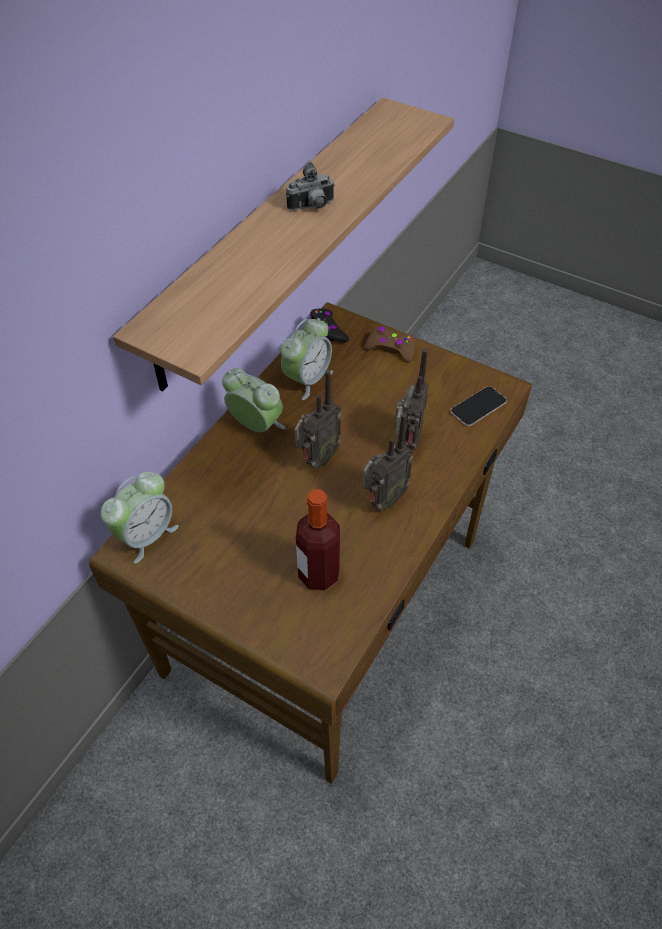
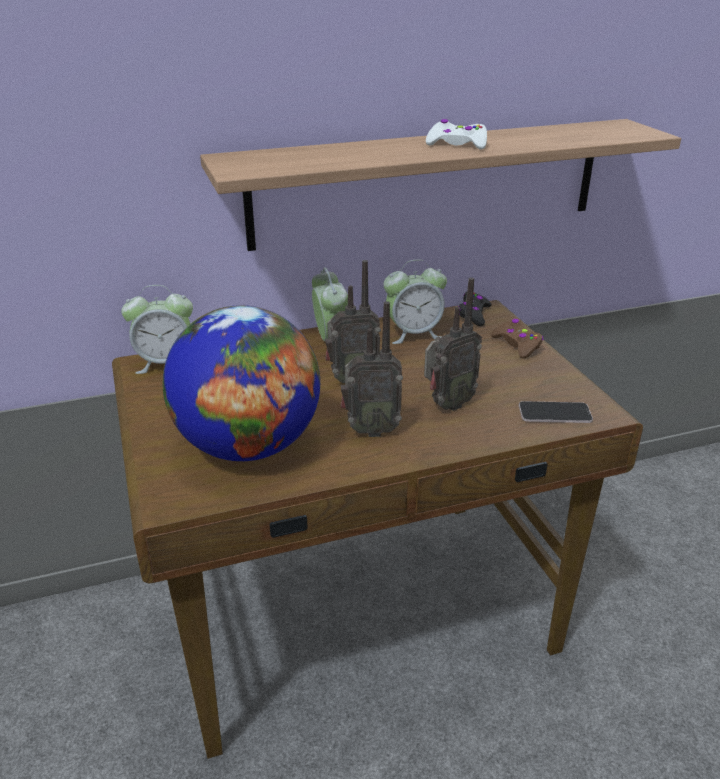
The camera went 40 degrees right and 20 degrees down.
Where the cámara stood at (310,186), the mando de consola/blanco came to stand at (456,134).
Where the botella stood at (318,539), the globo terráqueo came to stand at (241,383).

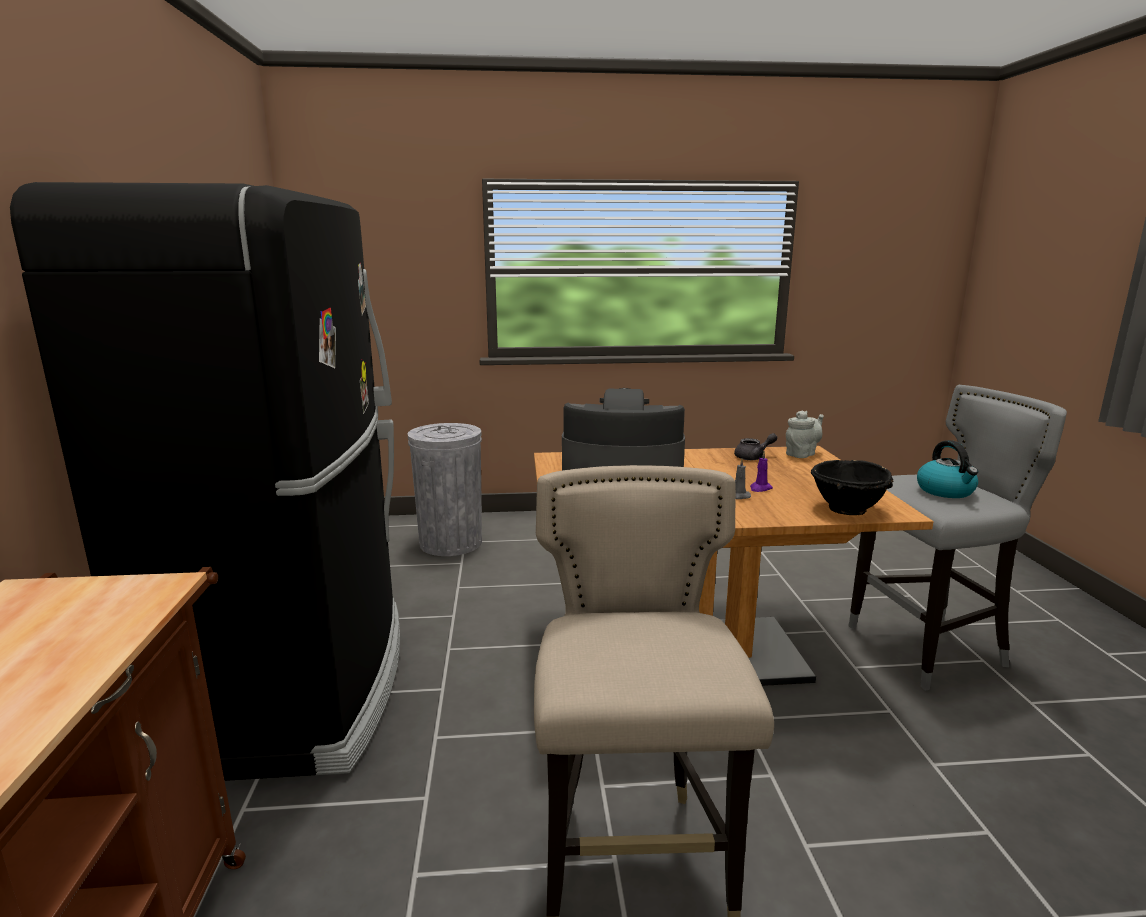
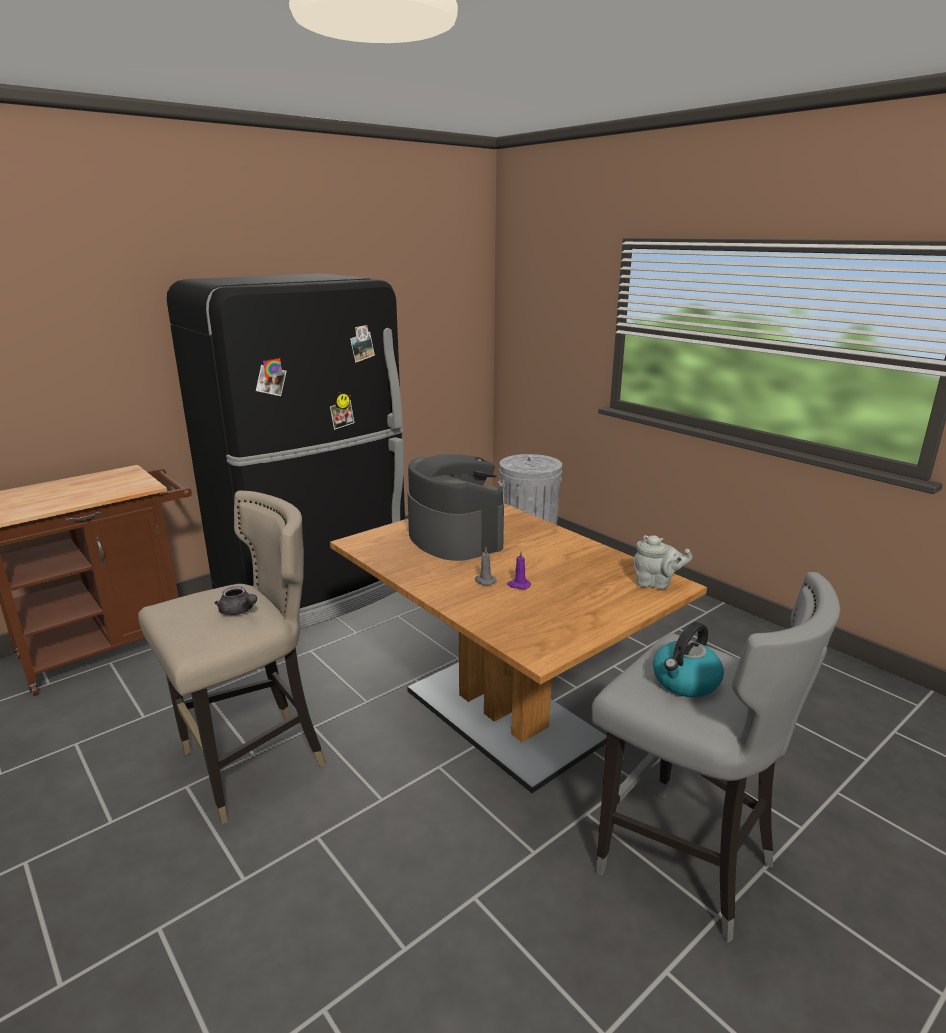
The camera went 55 degrees right and 5 degrees up.
The second view lost the cuenco/negro at (852,487).
The tetera/gris ended up elsewhere, having gone from (755,446) to (236,600).

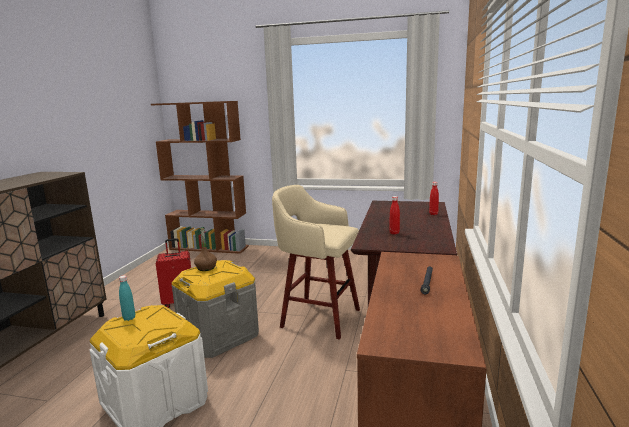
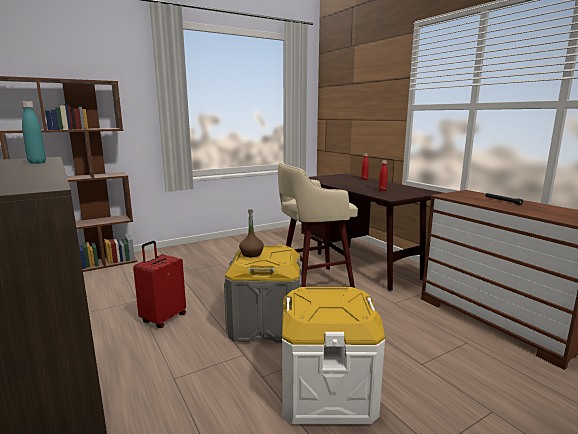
The camera went 45 degrees left and 0 degrees up.
The botella/turquesa ended up elsewhere, having gone from (127,298) to (34,132).

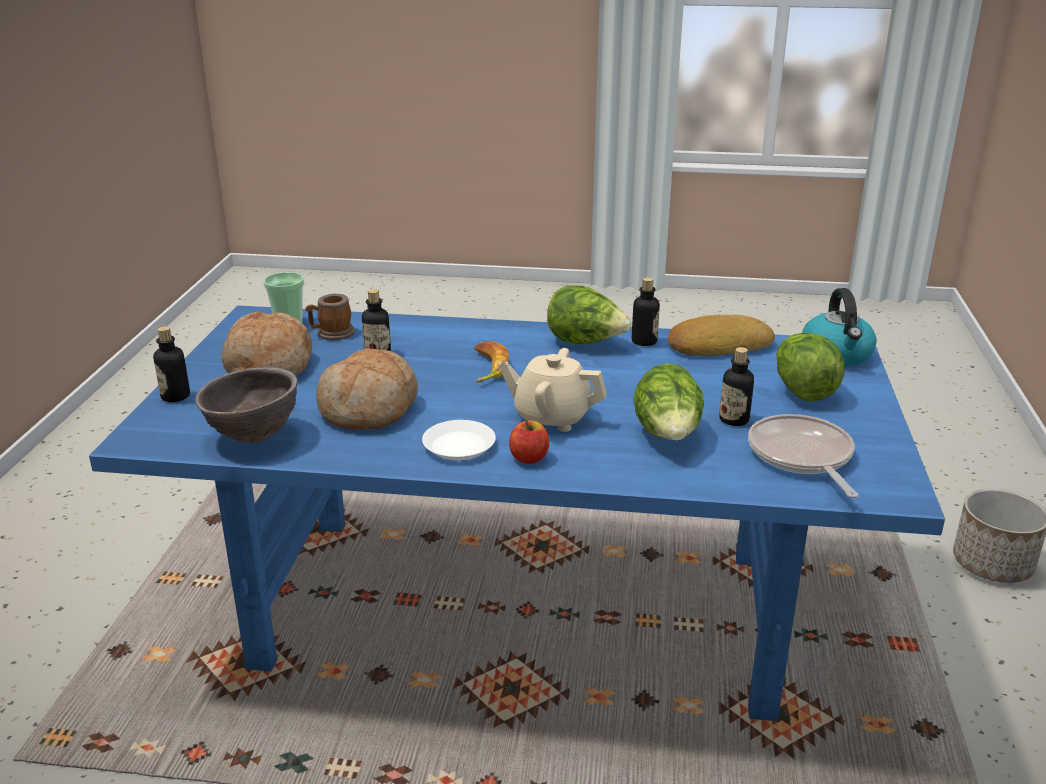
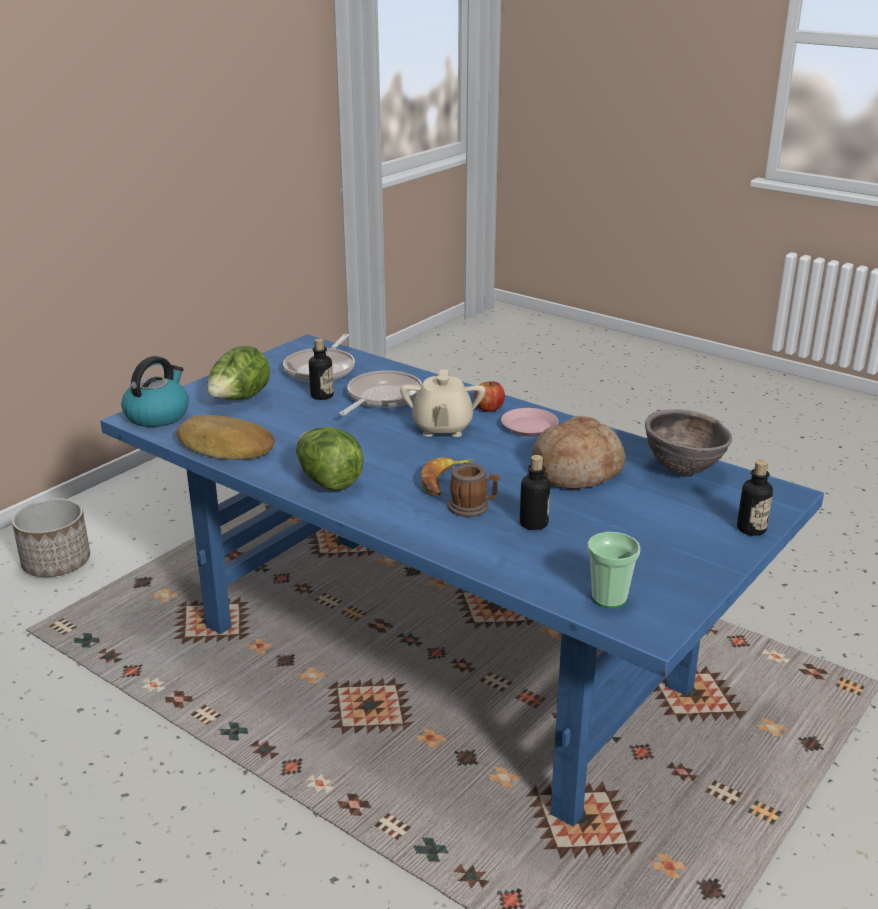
The camera went 150 degrees left and 0 degrees up.
The second view lost the pan at (266,344).
The second view lost the botella at (646,311).
The taza grande ended up elsewhere, having gone from (330,317) to (474,490).
Where the lechuga stood at (669,402), the sartén came to stand at (380,393).
What was the plato/blanco at (459,440) turned into the plato/rosa at (529,422).
The tetera/beis at (552,390) ended up facing another way, 45 degrees clockwise from before.

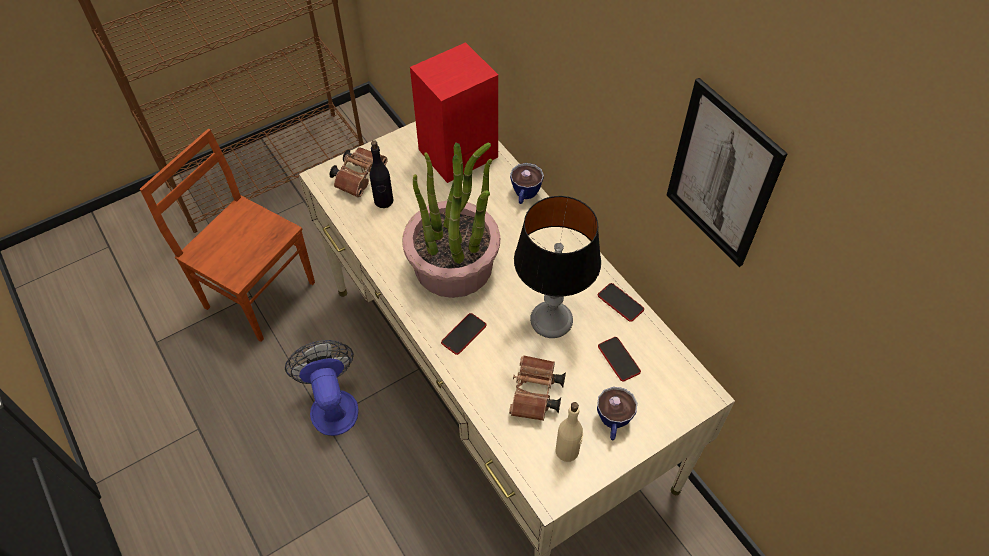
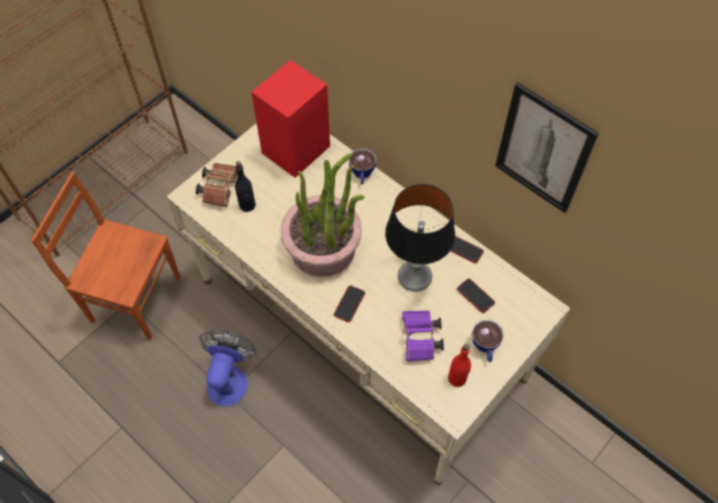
The camera went 15 degrees left and 5 degrees up.
What was the prismáticos/marrón at (537,388) turned into the prismáticos/morado at (423,336).
What was the botella/beis at (569,432) turned into the botella/rojo at (459,365).
The ventilador at (322,388) ended up facing another way, 45 degrees clockwise from before.

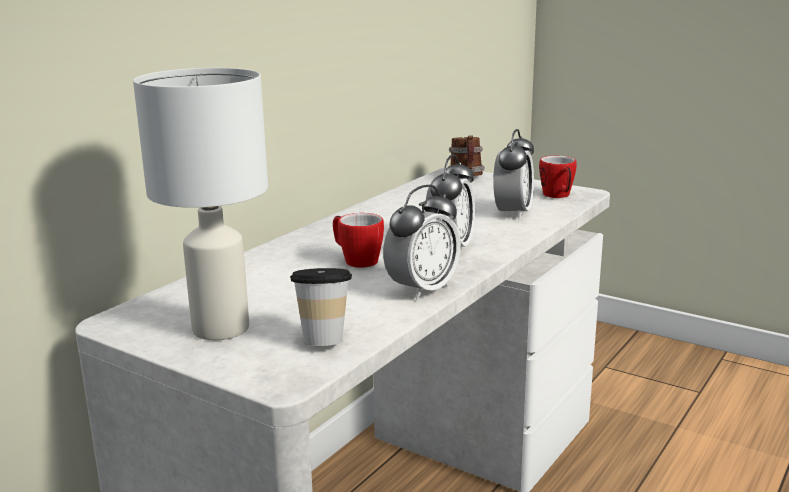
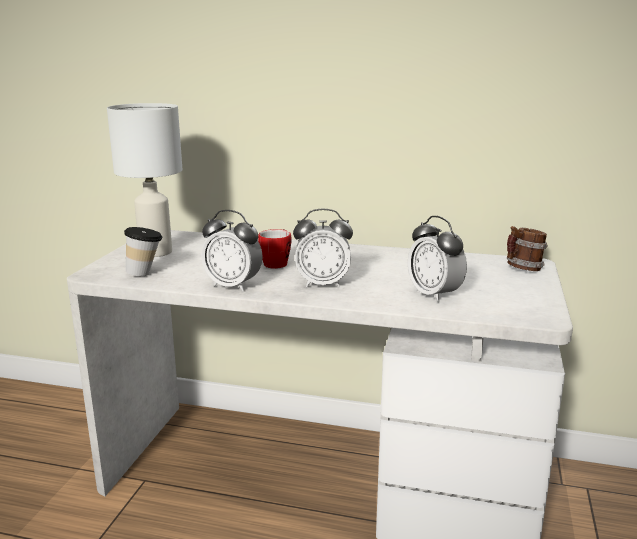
The camera went 70 degrees right and 0 degrees up.
The second view lost the taza grande at (558,177).
The despertador at (513,174) ended up facing another way, 60 degrees clockwise from before.

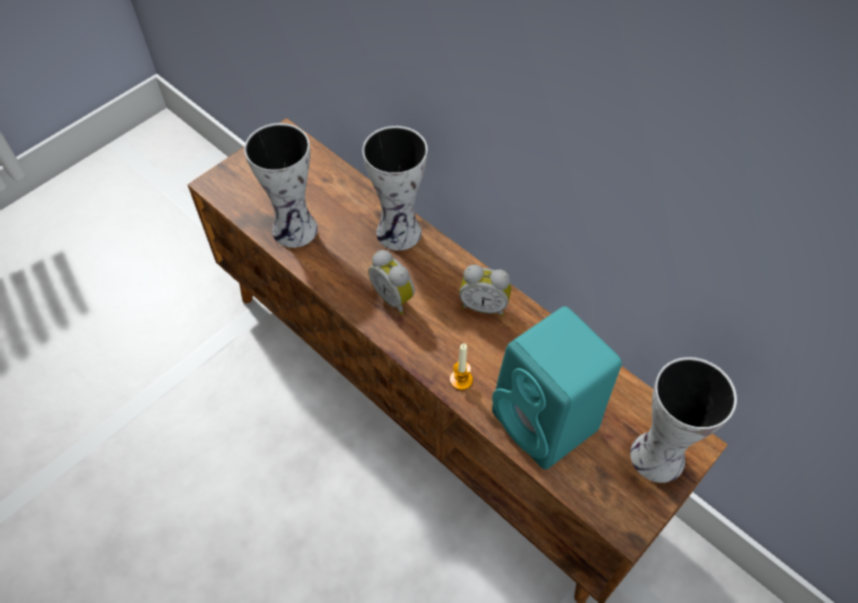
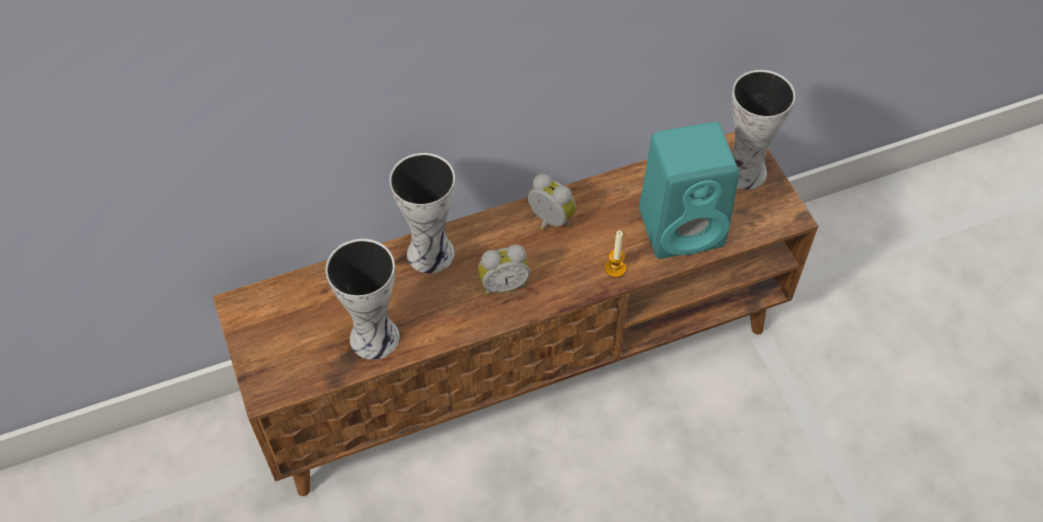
The camera went 65 degrees left and 0 degrees up.
The despertador at (485,290) ended up facing another way, 90 degrees counterclockwise from before.

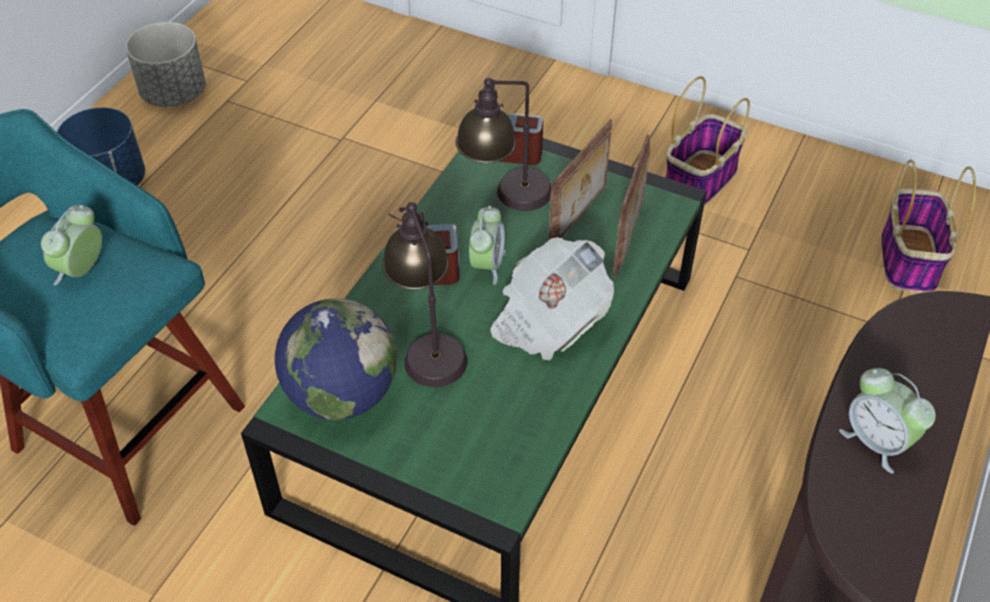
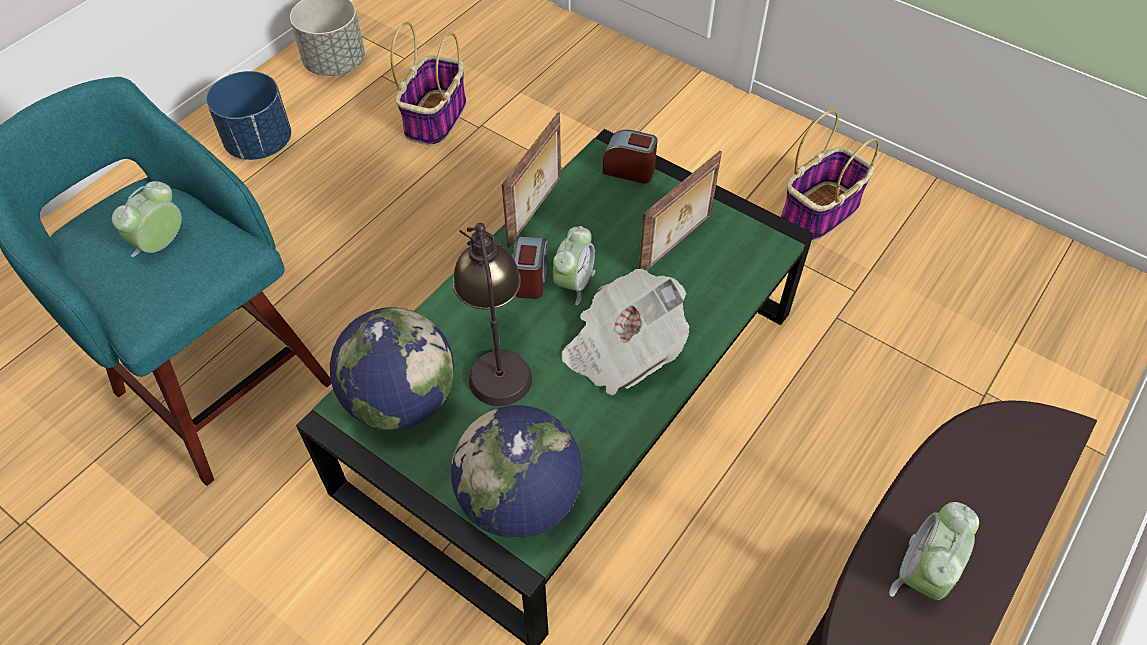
The camera went 10 degrees right and 5 degrees up.
The second view lost the lámpara de mesa at (503,144).
The second view gained the globo terráqueo at (517,471).
The portarretratos ended up elsewhere, having gone from (631,206) to (531,180).
The cesta ended up elsewhere, having gone from (928,226) to (429,84).
The despertador at (887,421) ended up facing another way, 60 degrees clockwise from before.

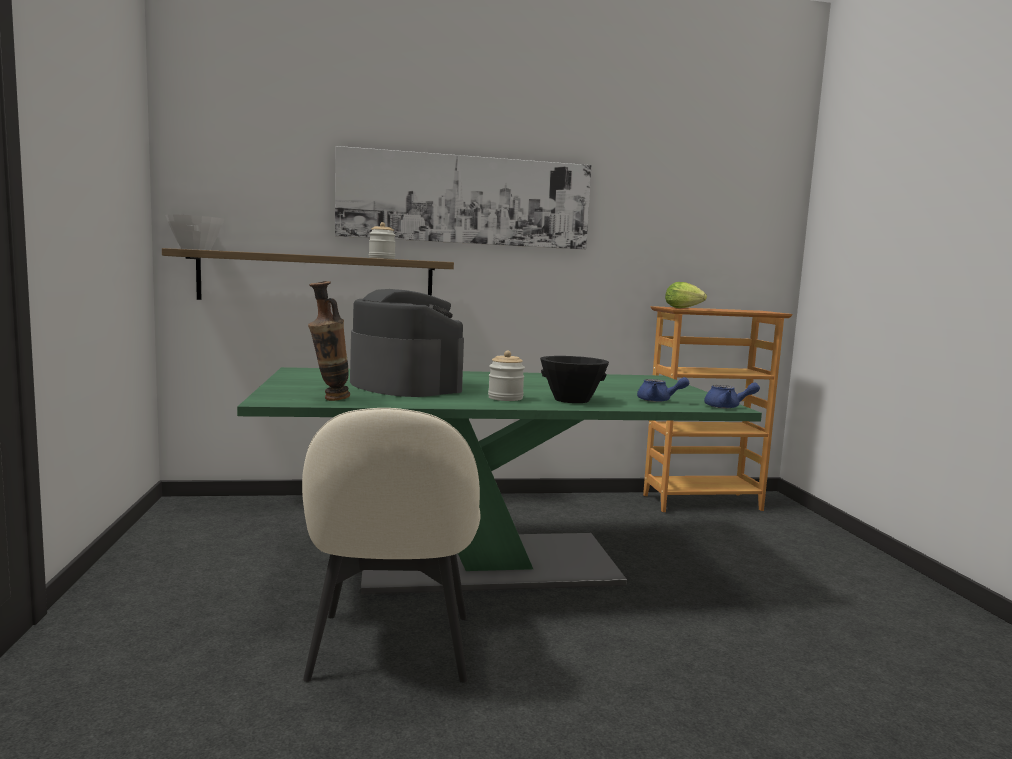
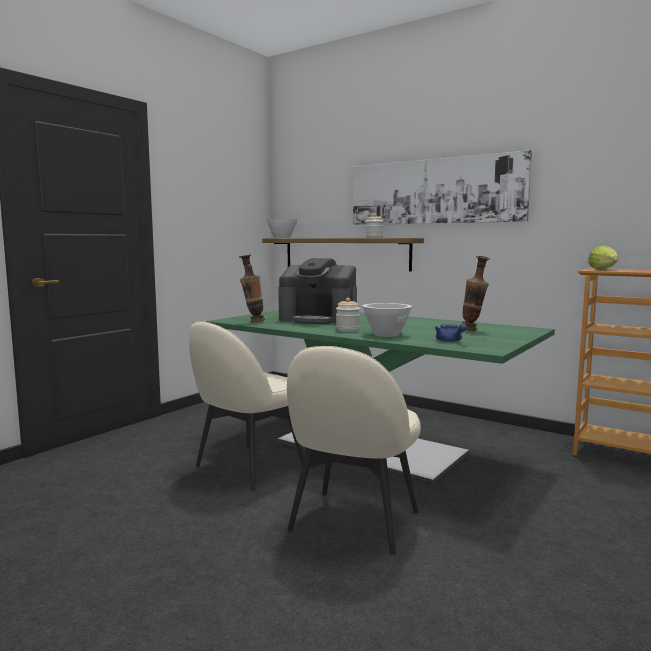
The camera went 45 degrees right and 0 degrees up.
The second view lost the tetera/azul at (732,395).
The second view gained the silla/beis at (354,450).
The second view gained the florero at (476,293).
What was the cuenco/negro at (574,379) turned into the cuenco/blanco at (387,320).
The cafetera at (407,343) ended up facing another way, 105 degrees clockwise from before.

